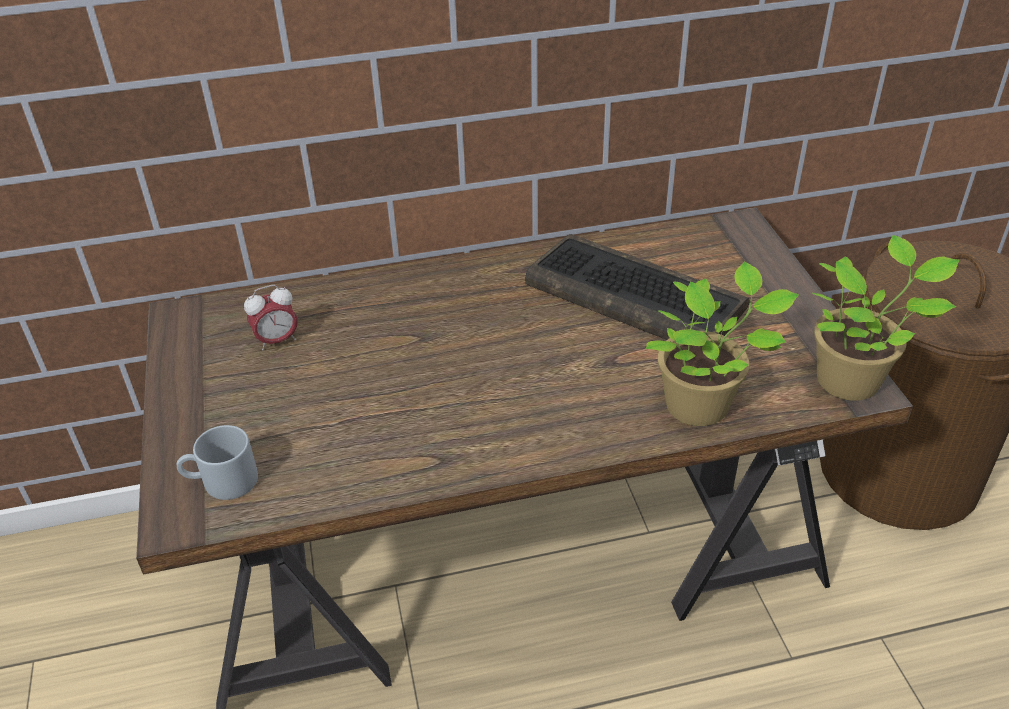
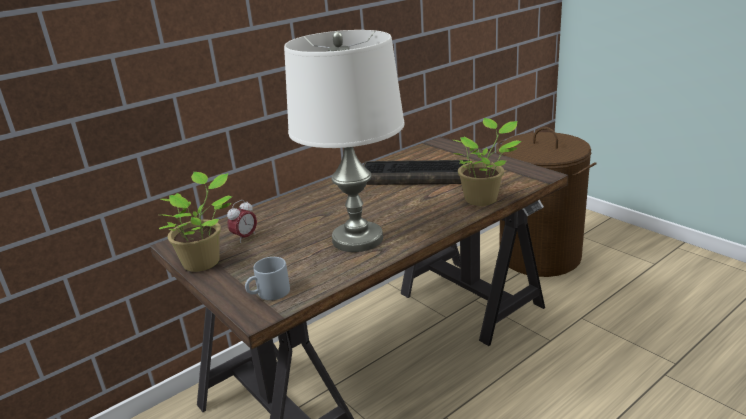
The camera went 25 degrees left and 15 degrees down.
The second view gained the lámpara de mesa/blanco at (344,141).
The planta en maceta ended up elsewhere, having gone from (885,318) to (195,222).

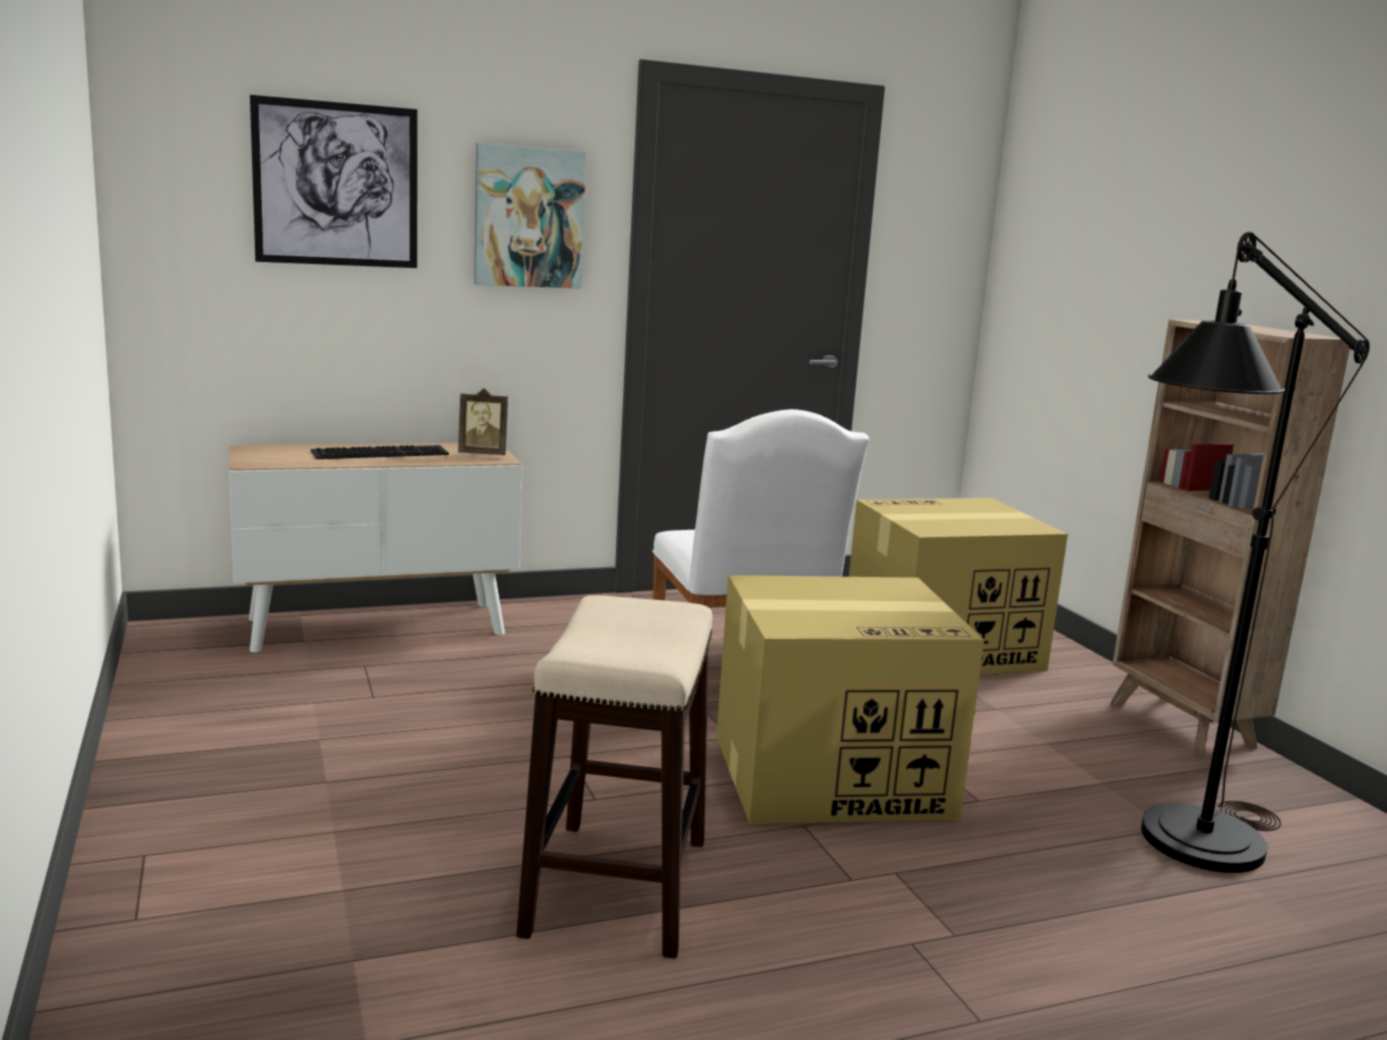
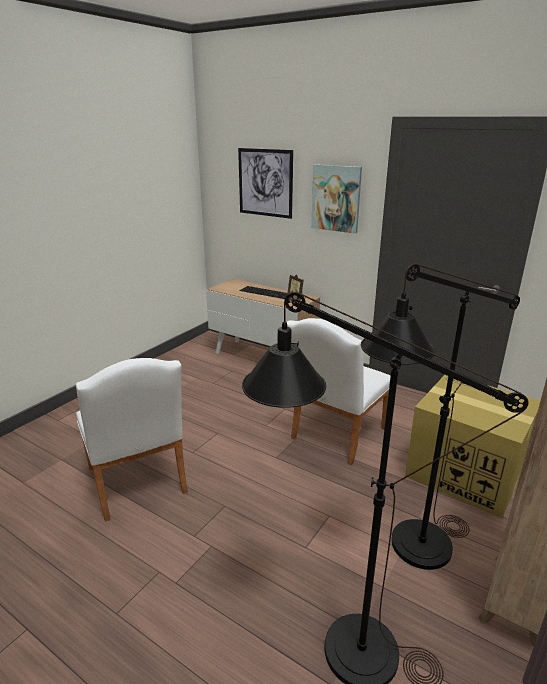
The camera went 55 degrees right and 10 degrees up.
The second view lost the caja de cartón at (850,699).
The second view gained the lámpara de pie/negro at (440,417).
Where the taburete stood at (614,777), the silla/blanco came to stand at (132,440).

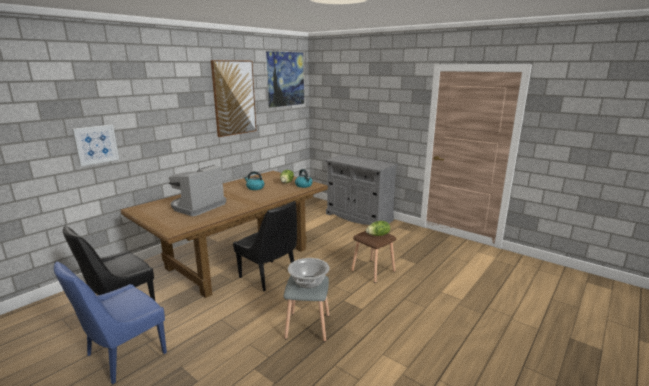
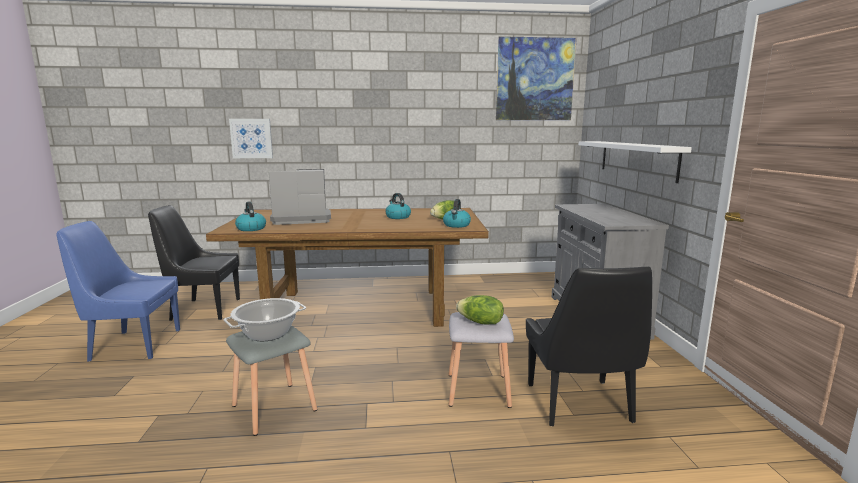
The camera went 45 degrees right and 5 degrees down.
The second view lost the cuadro at (233,98).
The second view gained the hervidor at (250,216).
The second view gained the estante/blanco at (635,162).
The silla/negro ended up elsewhere, having gone from (265,246) to (589,346).
What was the taburete/marrón at (373,257) turned into the taburete/gris at (481,360).

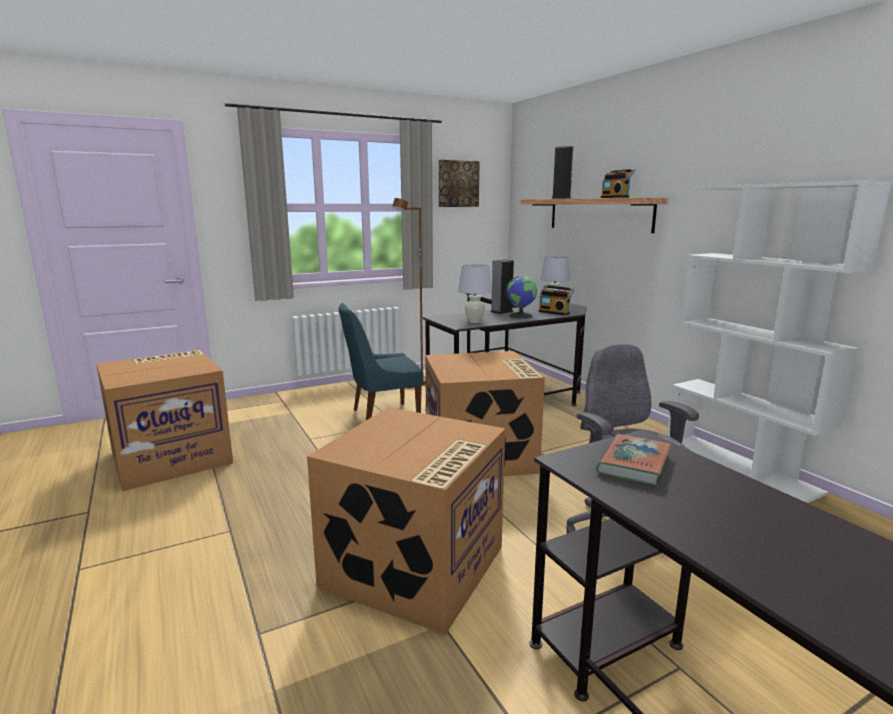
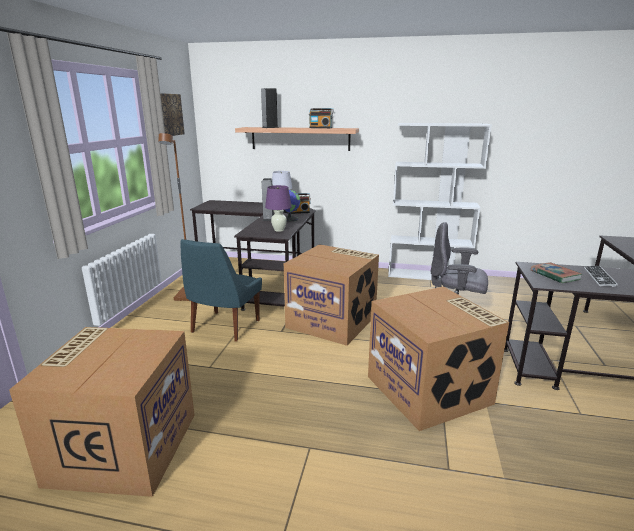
The camera went 50 degrees left and 5 degrees up.
The second view gained the teclado at (601,276).
What was the lámpara de mesa/blanco at (475,293) turned into the lámpara de mesa/morado at (278,208).

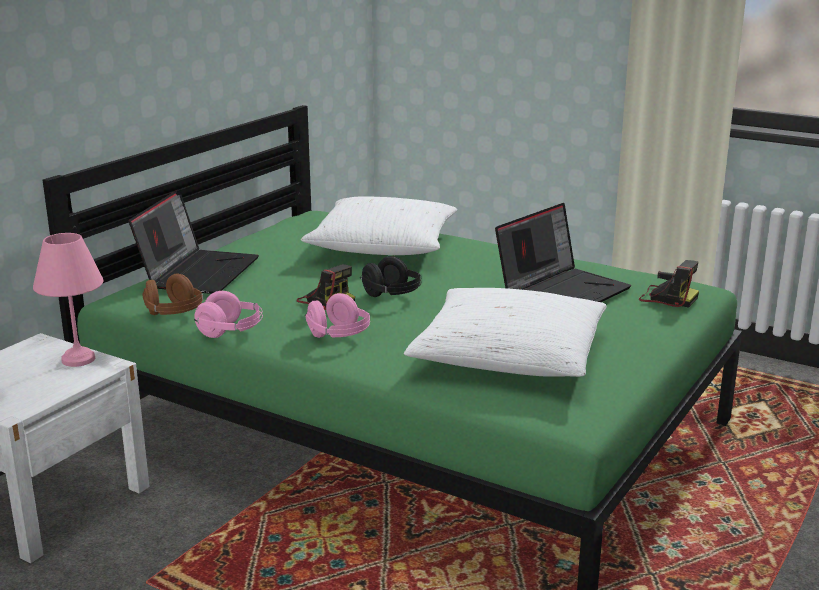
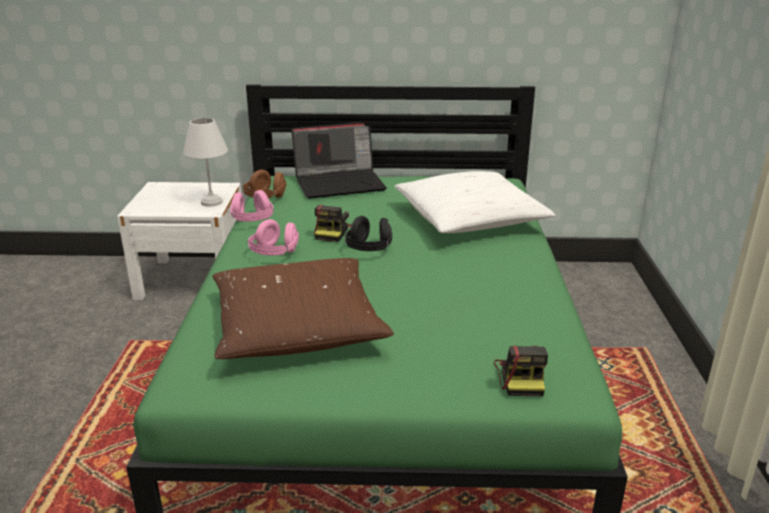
The camera went 60 degrees right and 5 degrees up.
The second view lost the portátil at (563,252).
What was the lámpara de mesa/rosa at (68,300) turned into the lámpara de mesa/blanco at (205,162).
What was the cojín/blanco at (505,332) turned into the cojín/marrón at (303,308).

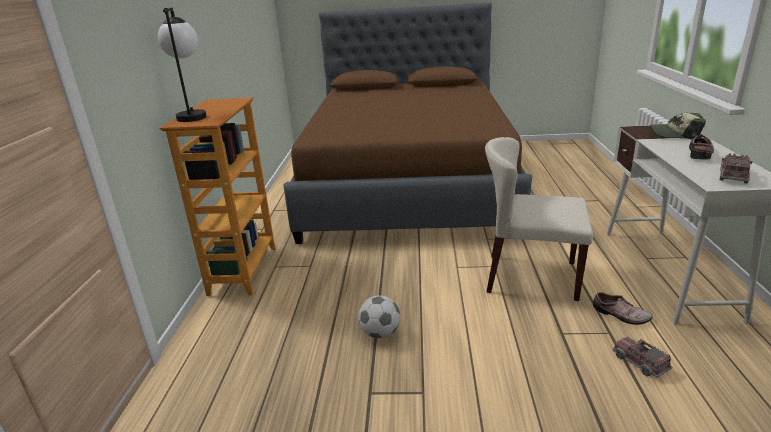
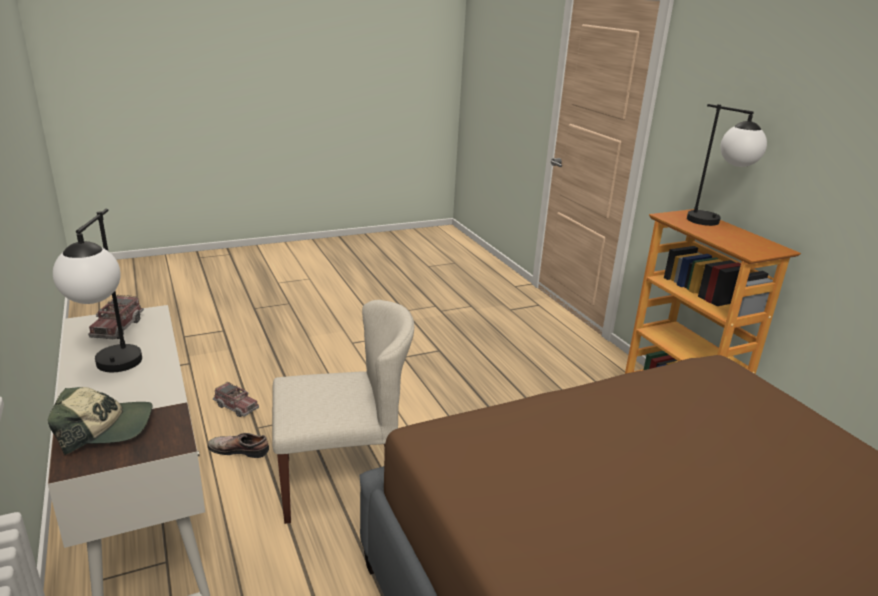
The camera went 150 degrees right and 0 degrees up.
The second view lost the balón de fútbol at (379,317).
Where the zapato stood at (701,147), the lámpara de mesa came to stand at (97,290).

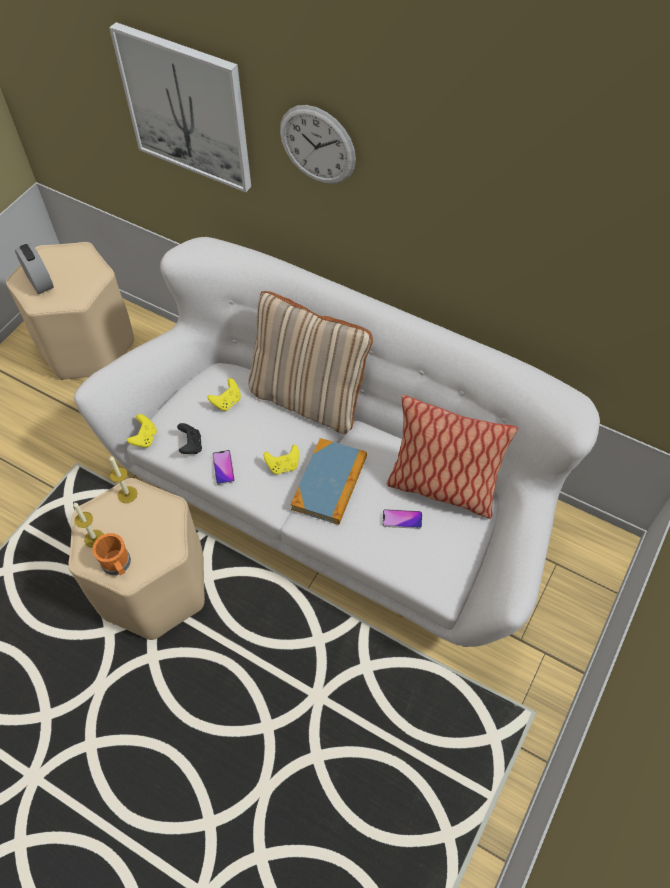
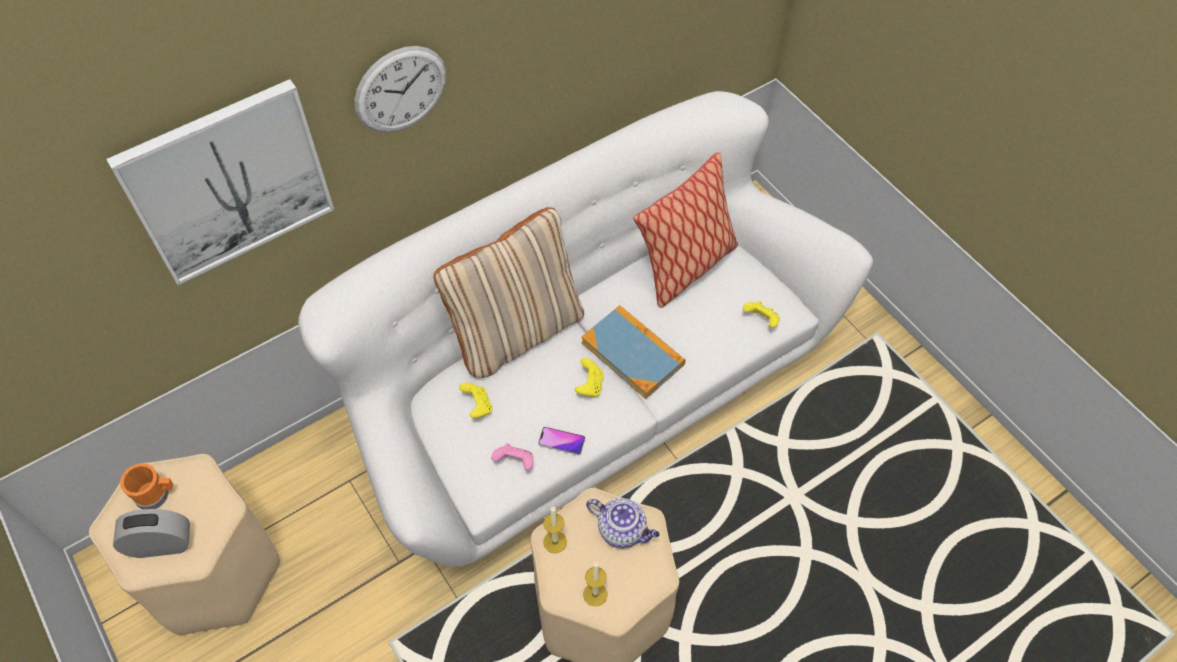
The camera went 65 degrees left and 0 degrees up.
The second view lost the móvil at (402,519).
The second view gained the tetera at (623,523).
The taza grande/naranja ended up elsewhere, having gone from (111,554) to (146,486).
The mando de consola/amarillo ended up elsewhere, having gone from (142,431) to (761,314).
What was the mando de consola/negro at (189,438) turned into the mando de consola/rosa at (512,457).

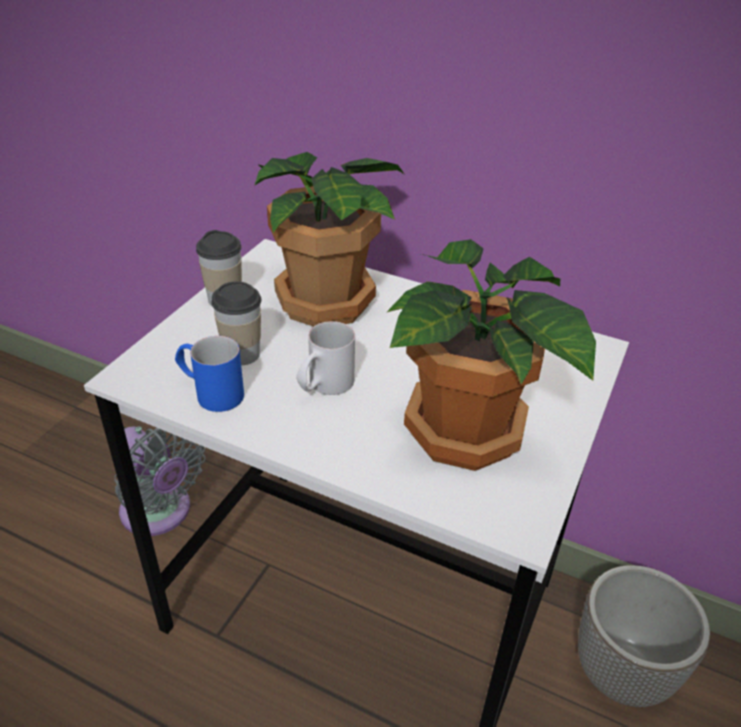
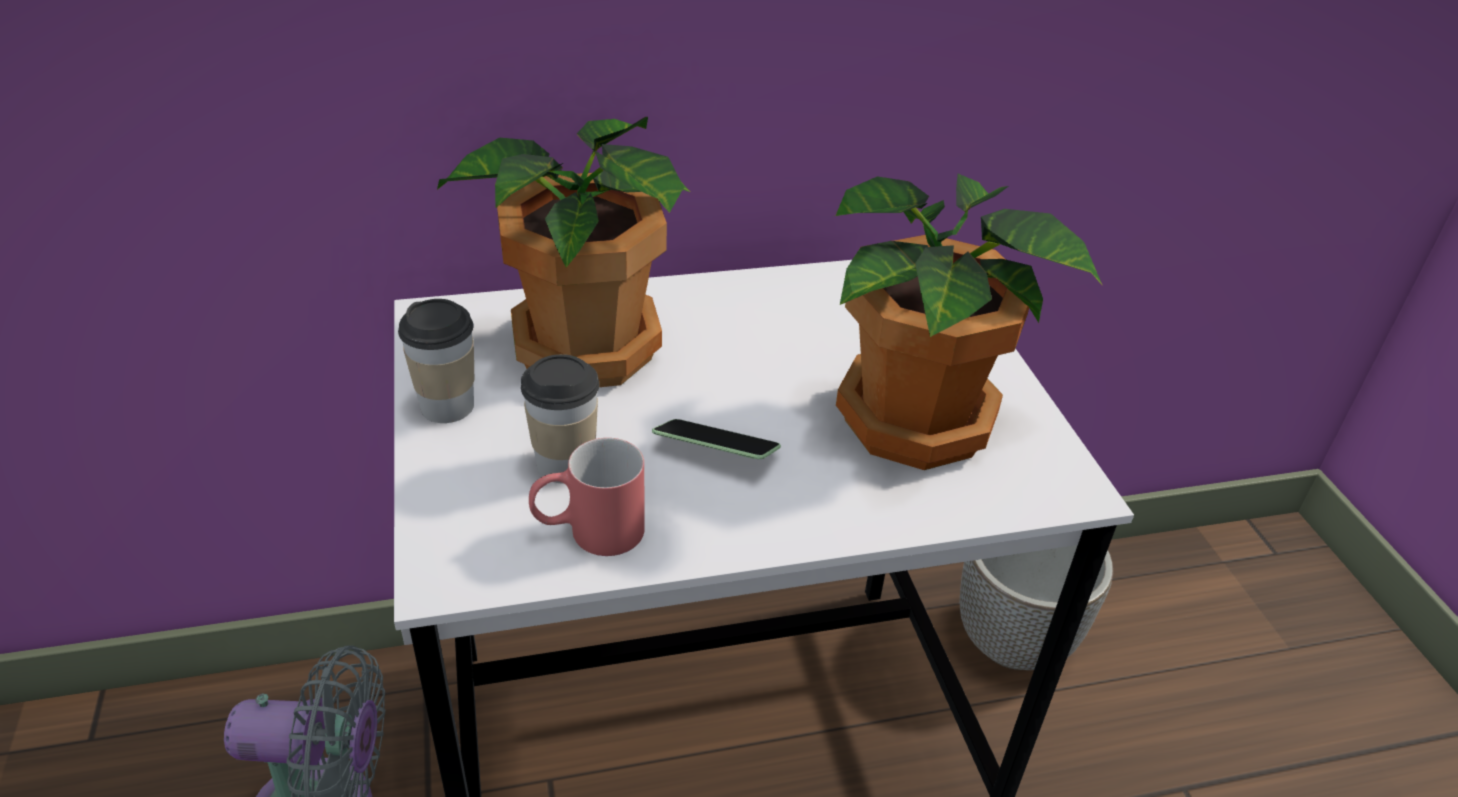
The camera went 40 degrees left and 0 degrees up.
Where the taza grande/blanco stood at (325,358), the móvil came to stand at (716,439).
What was the taza grande/azul at (209,374) turned into the taza grande/rojo at (587,497).

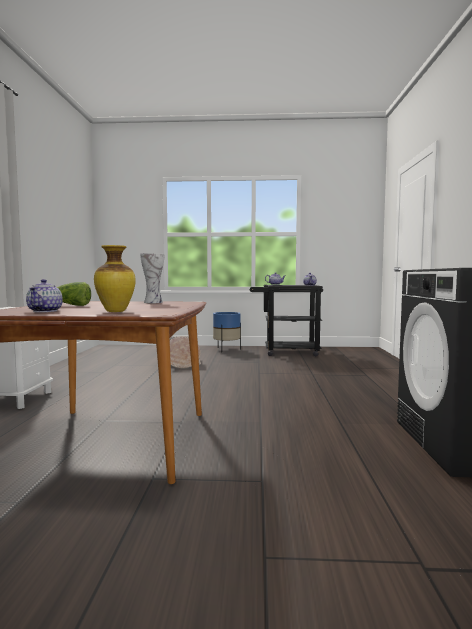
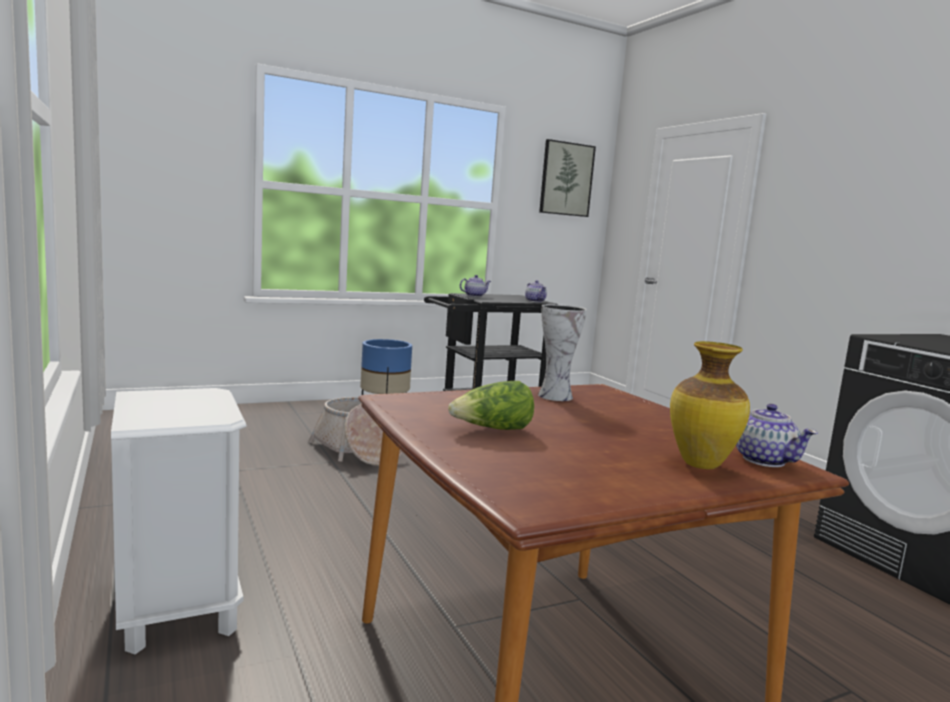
The camera went 30 degrees left and 5 degrees up.
The second view gained the cuadro at (567,178).
The tetera ended up elsewhere, having gone from (44,295) to (777,435).

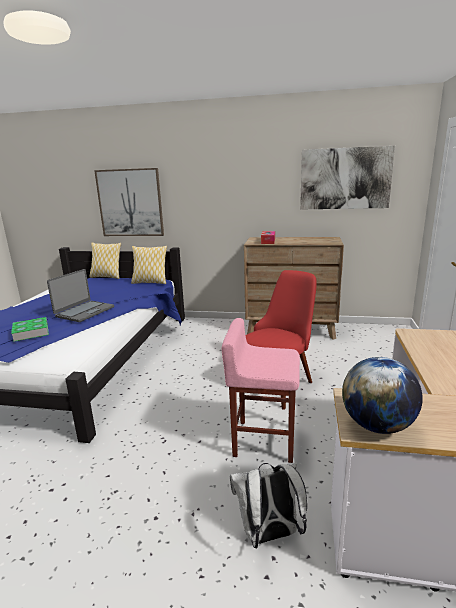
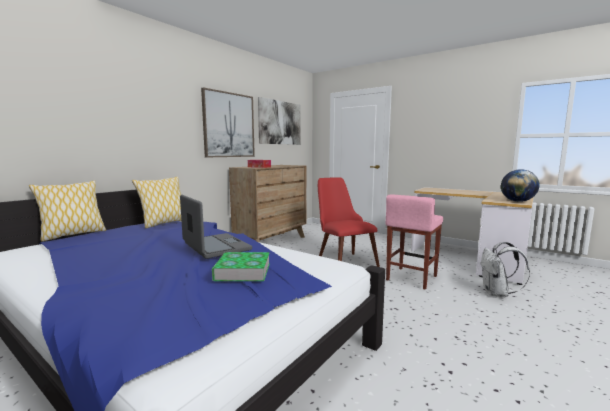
The camera went 65 degrees left and 10 degrees down.
The cuadro ended up elsewhere, having gone from (129,202) to (228,122).

